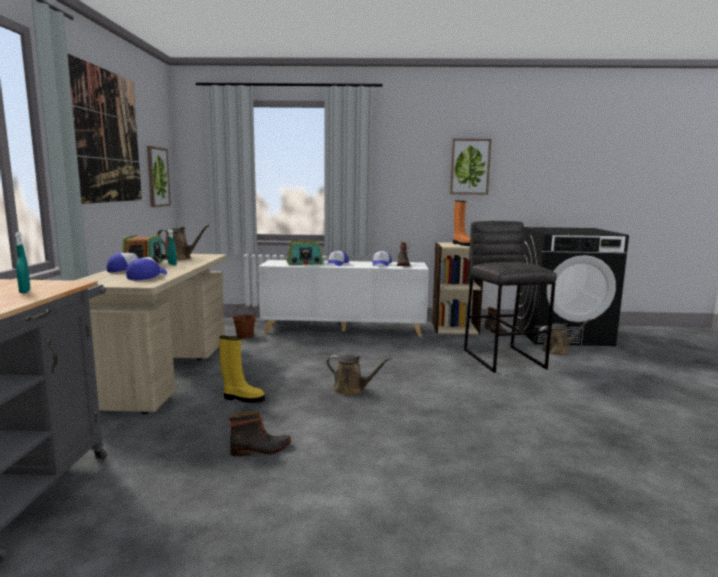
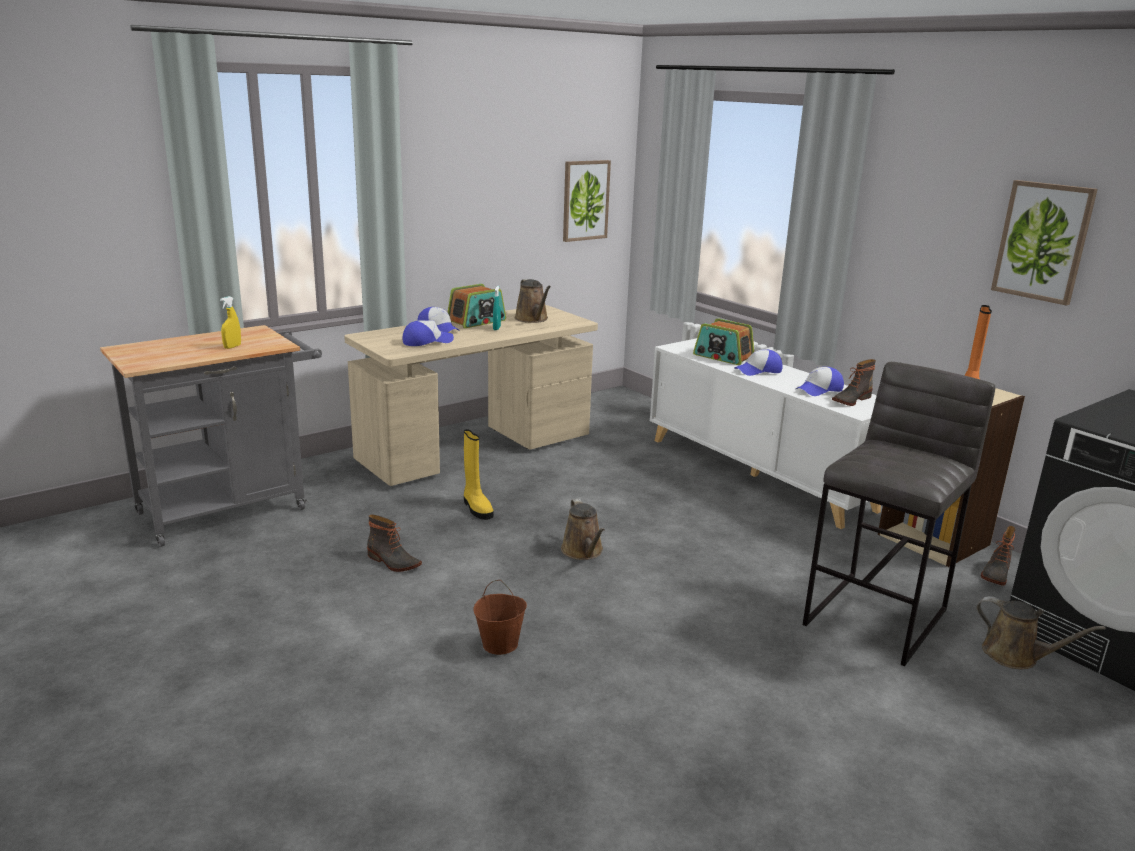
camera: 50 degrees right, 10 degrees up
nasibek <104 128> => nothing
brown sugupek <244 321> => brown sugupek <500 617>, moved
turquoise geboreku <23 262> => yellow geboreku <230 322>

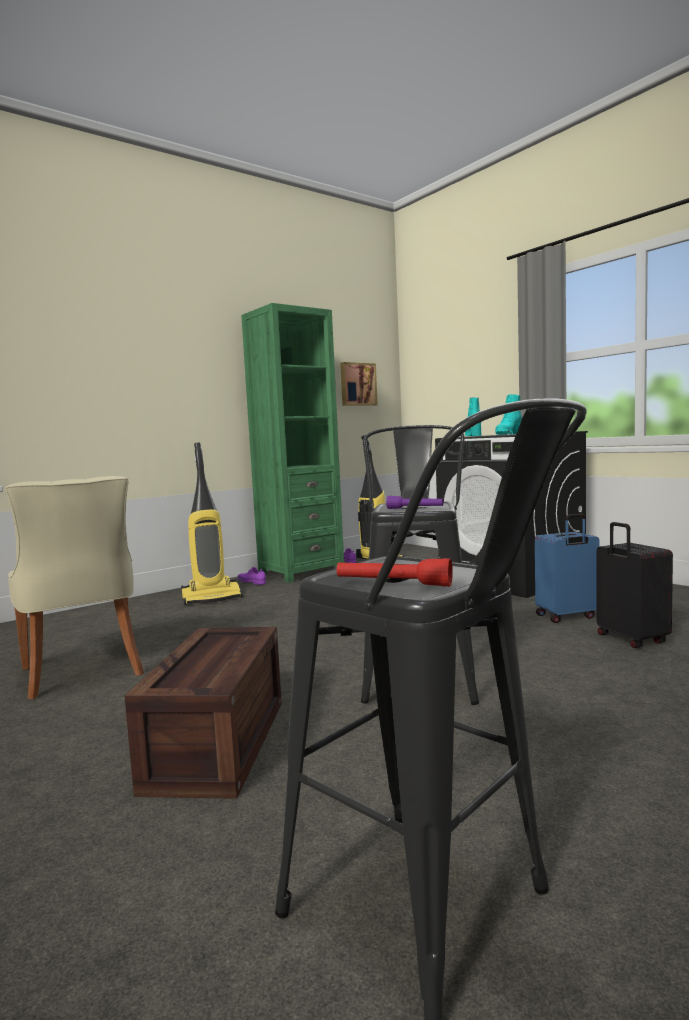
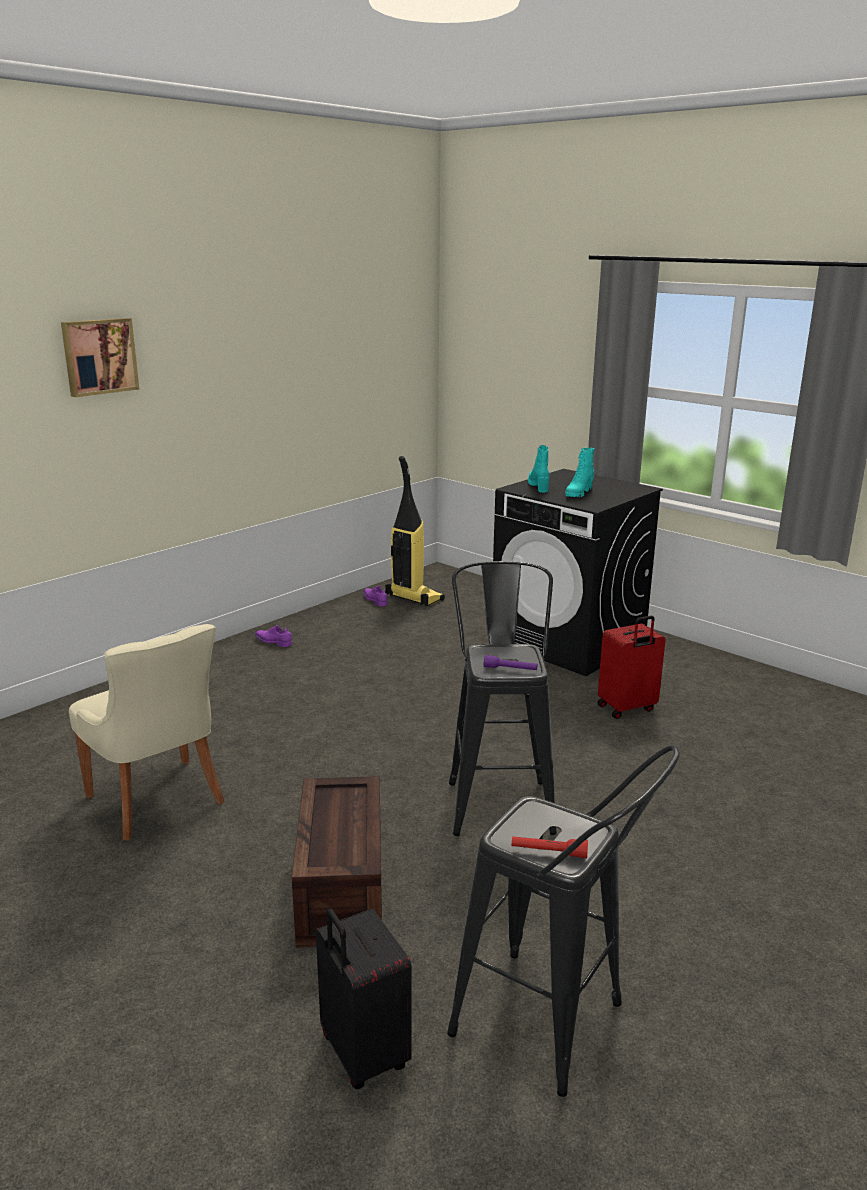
camera: 10 degrees left, 15 degrees up
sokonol <212 524> => nothing
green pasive <292 443> => nothing
nasibek <359 384> => nasibek <100 357>, moved
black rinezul <635 585> => black rinezul <364 998>, moved
blue rinezul <567 568> => red rinezul <631 667>

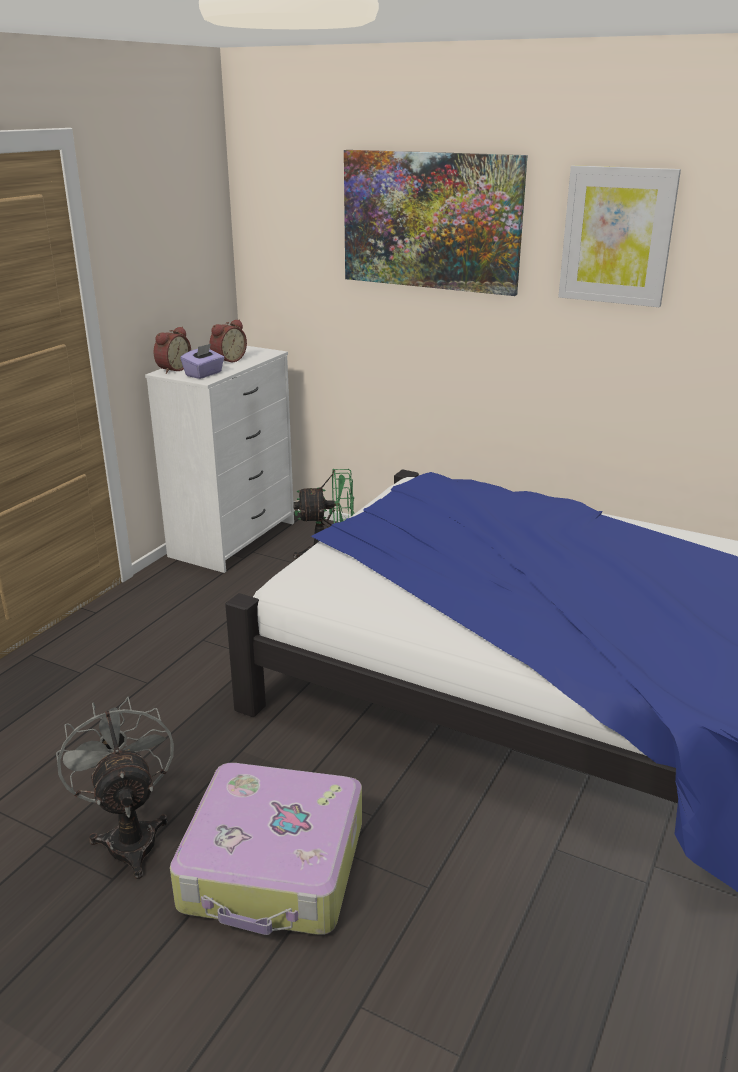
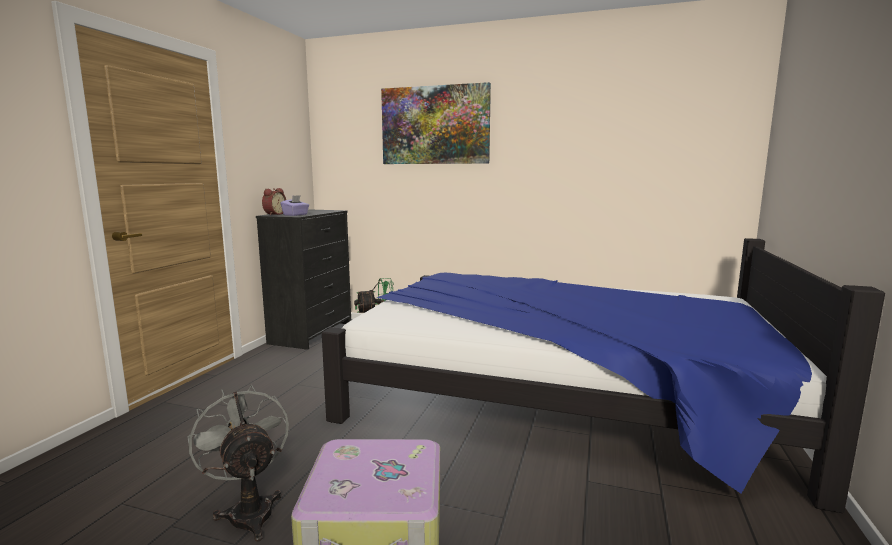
camera: 10 degrees left, 15 degrees down
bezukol <228 340> => nothing
nasibek <619 236> => nothing
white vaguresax <219 459> => black vaguresax <303 280>

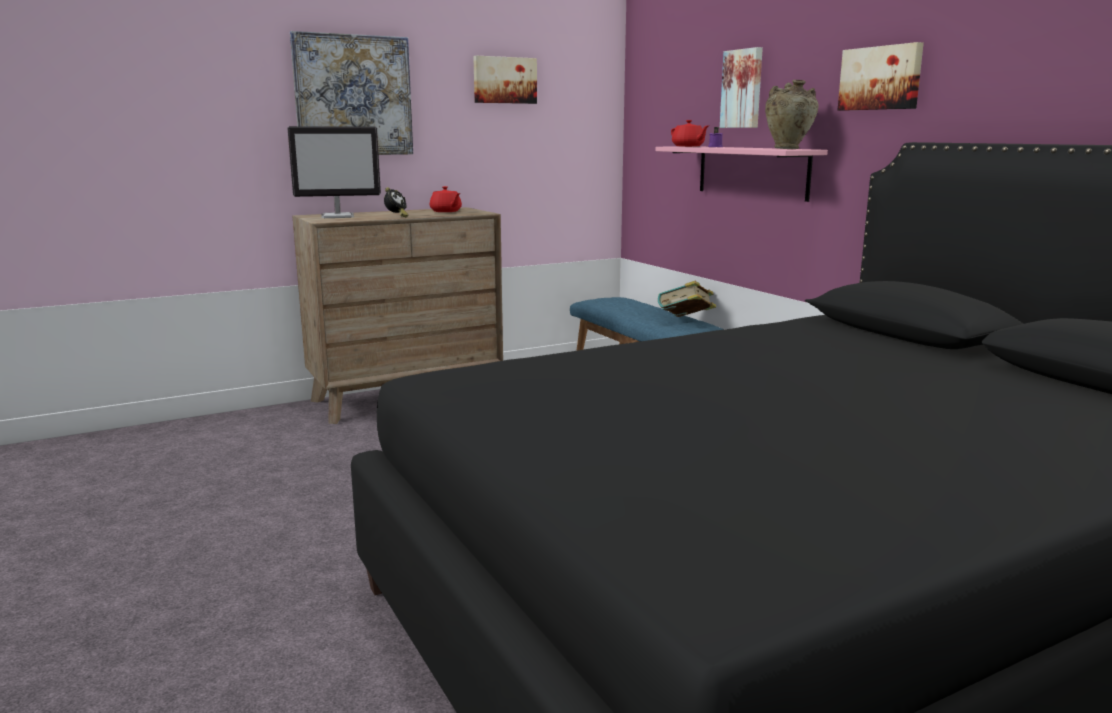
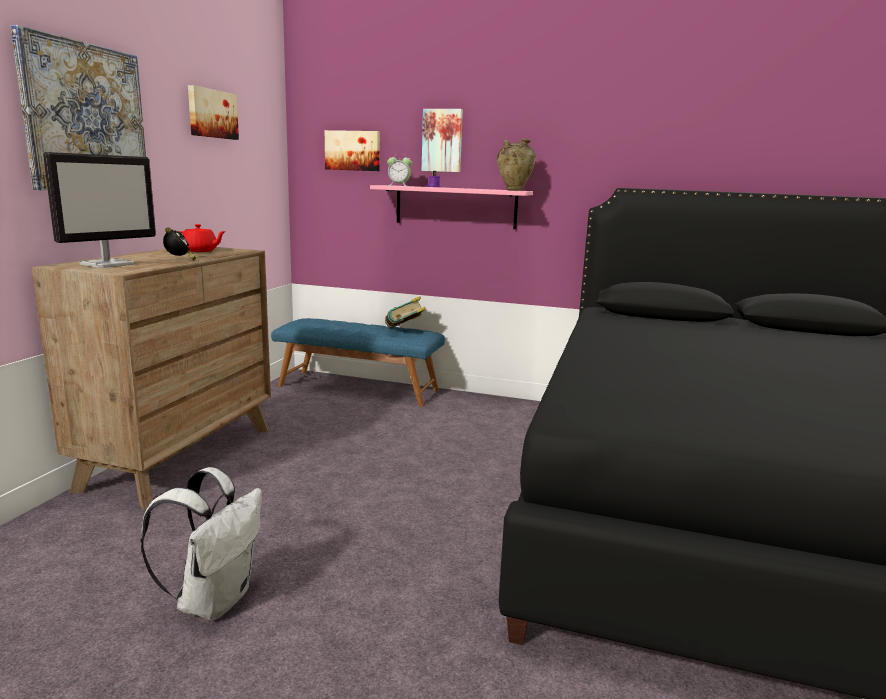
camera: 45 degrees left, 0 degrees up
nothing => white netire <201 543>
nasibek <881 76> => nasibek <352 150>, moved
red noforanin <690 133> => bezukol <399 169>

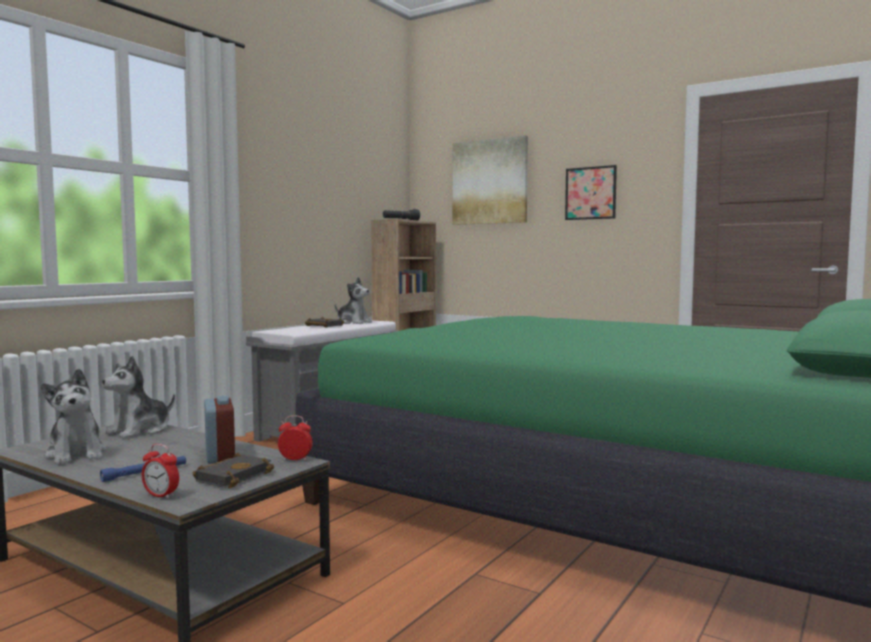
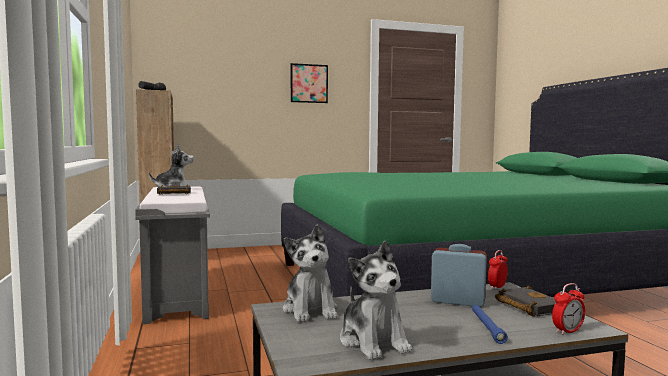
camera: 50 degrees left, 0 degrees up
nasibek <490 180> => nothing
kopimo <73 417> => kopimo <376 300>, 60 degrees clockwise

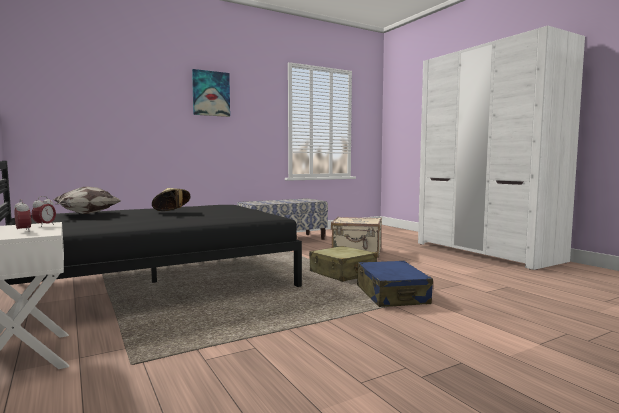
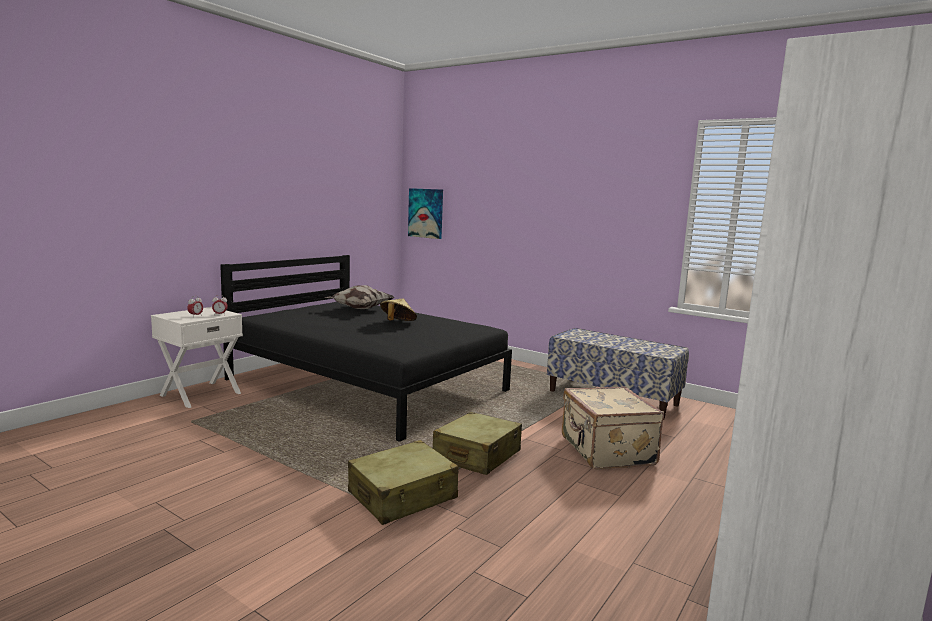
camera: 65 degrees right, 5 degrees up
nasibek <211 93> => nasibek <425 213>, moved
blue rinezul <395 284> => beige rinezul <403 482>

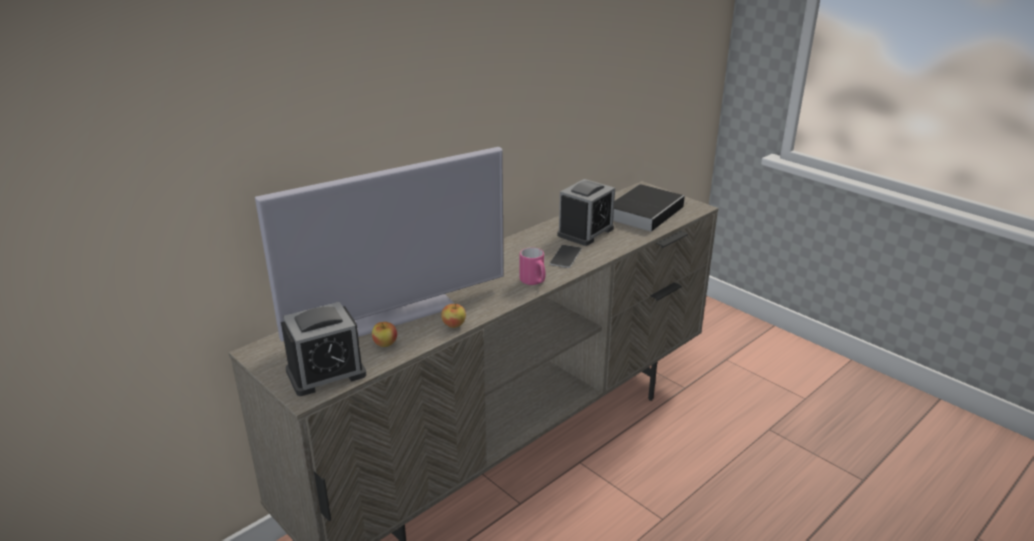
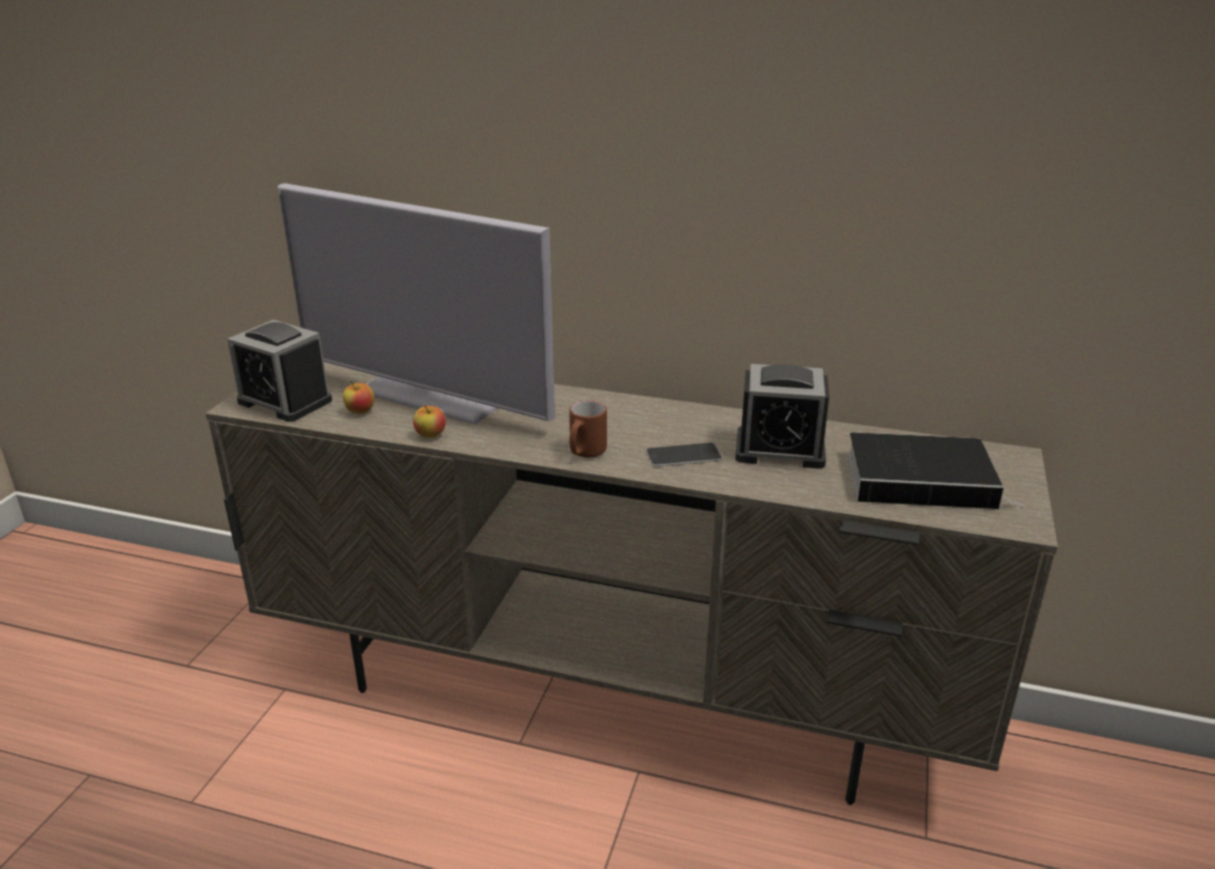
camera: 60 degrees right, 0 degrees up
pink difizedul <533 266> => brown difizedul <588 429>

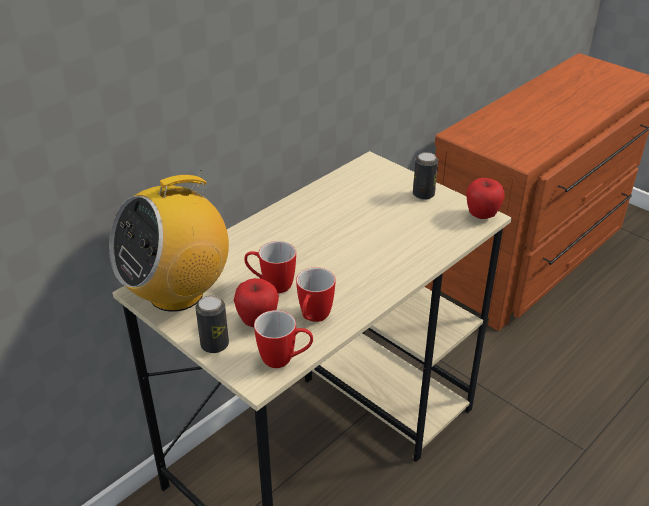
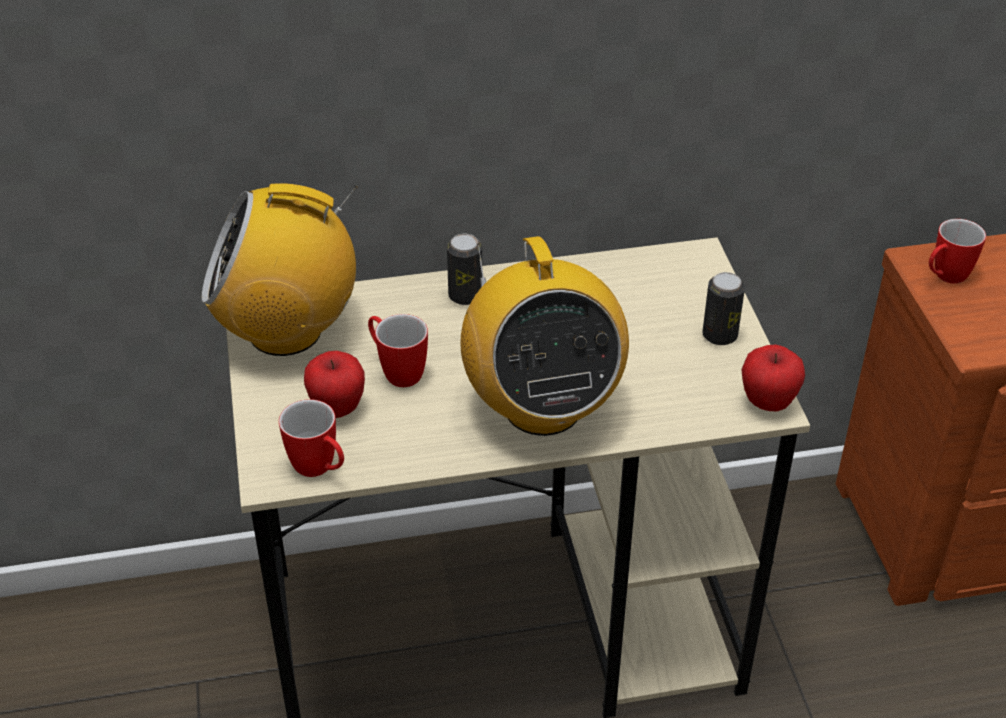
camera: 35 degrees right, 5 degrees up
nothing => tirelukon <545 336>
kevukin <212 324> => kevukin <464 269>, moved
difizedul <315 294> => difizedul <957 251>, moved

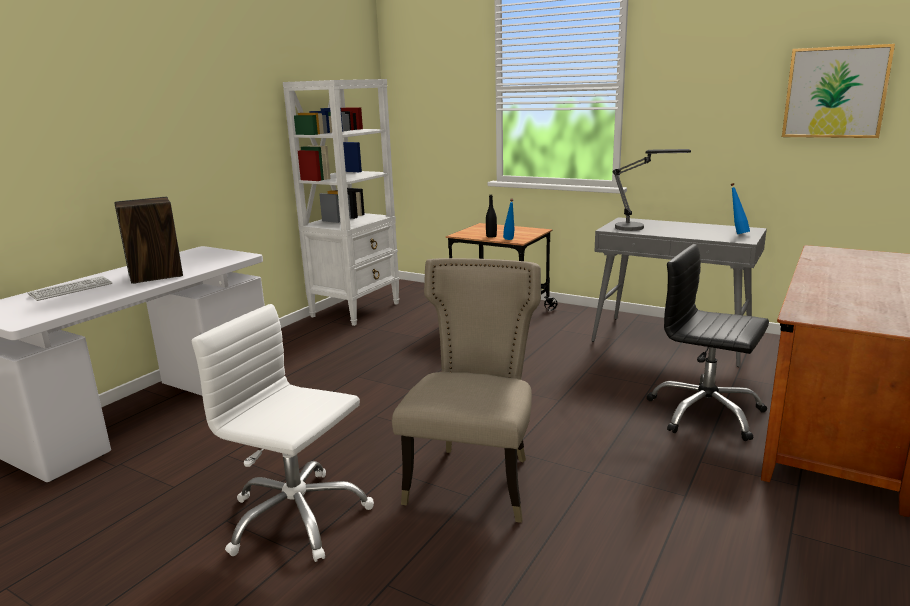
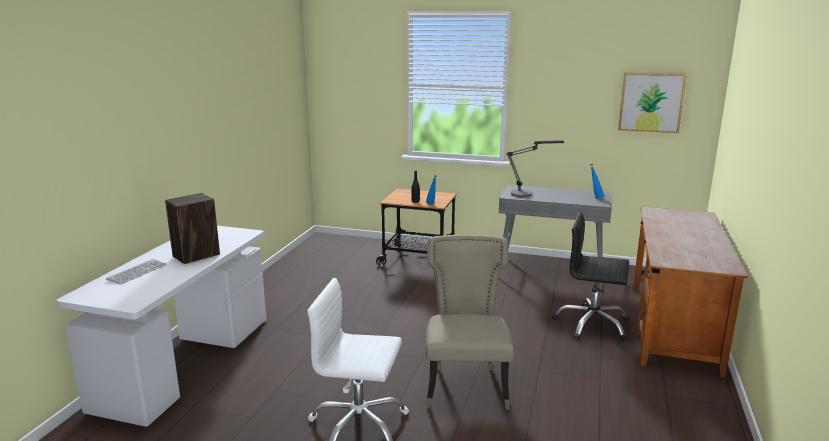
camera: 15 degrees left, 0 degrees up
white pasive <341 202> => nothing

